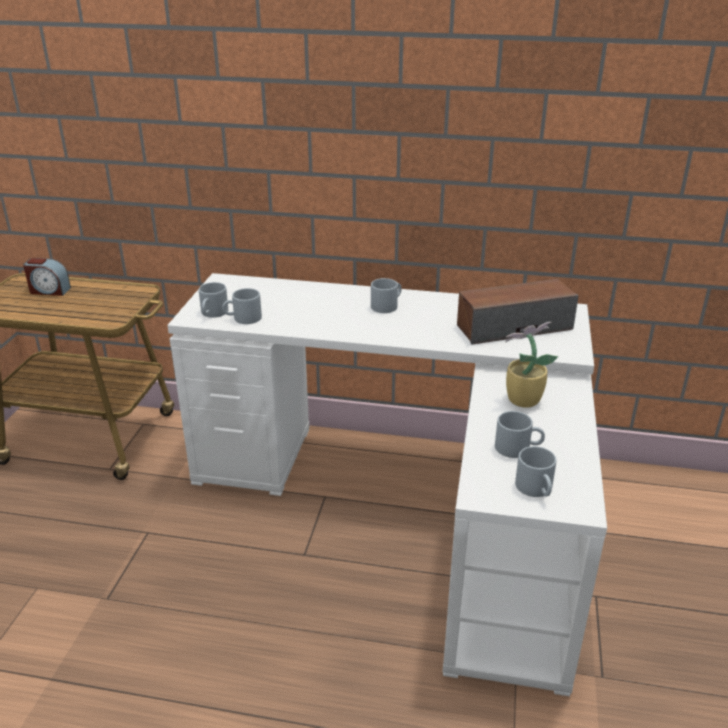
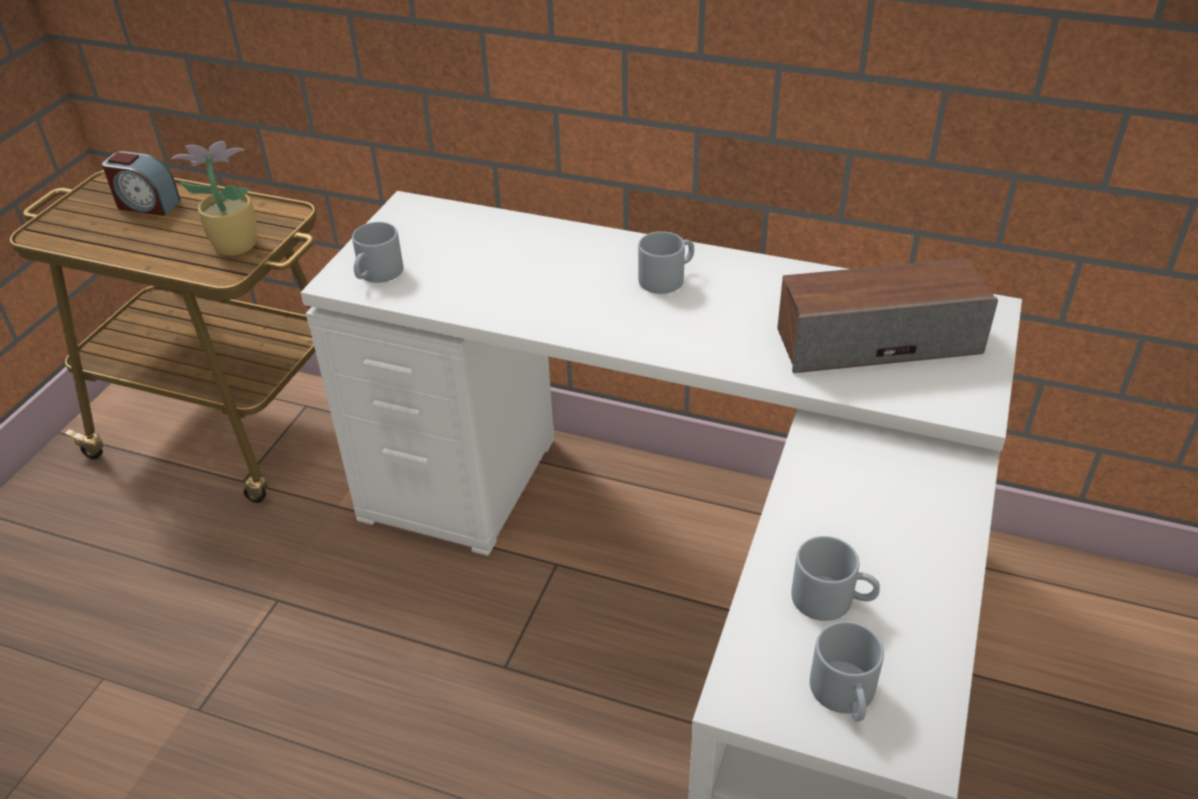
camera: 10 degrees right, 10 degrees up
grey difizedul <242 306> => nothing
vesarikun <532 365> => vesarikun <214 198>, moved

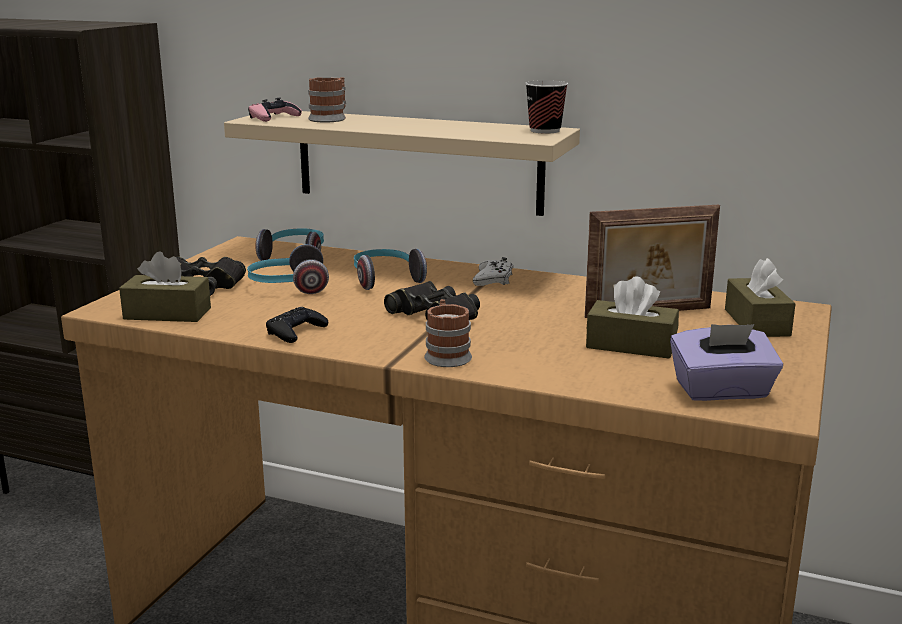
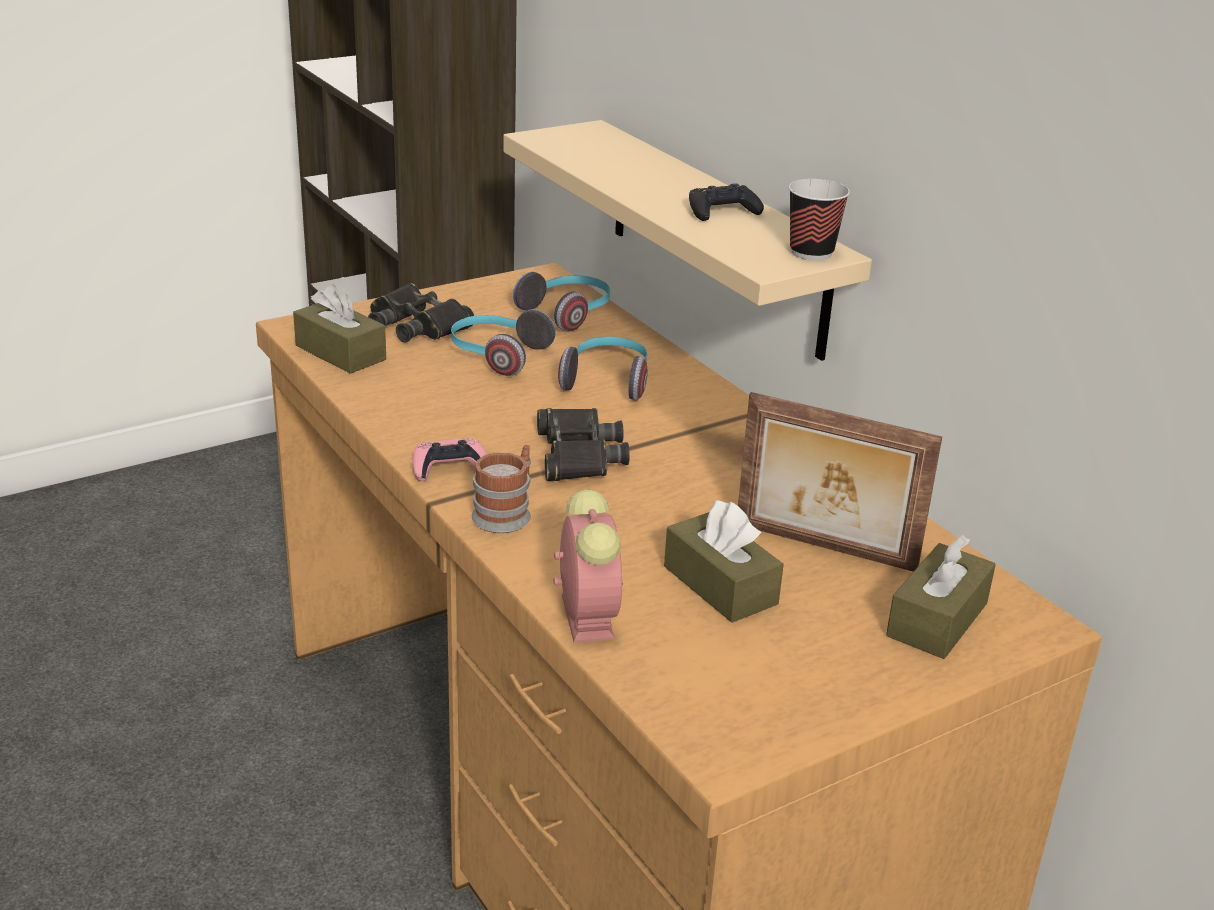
camera: 35 degrees right, 10 degrees up
difizedul <327 99> => nothing
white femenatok <493 271> => nothing
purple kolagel <726 362> => nothing
nothing => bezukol <588 566>
pink femenatok <275 110> => pink femenatok <450 459>, moved
black femenatok <297 325> => black femenatok <726 202>, moved

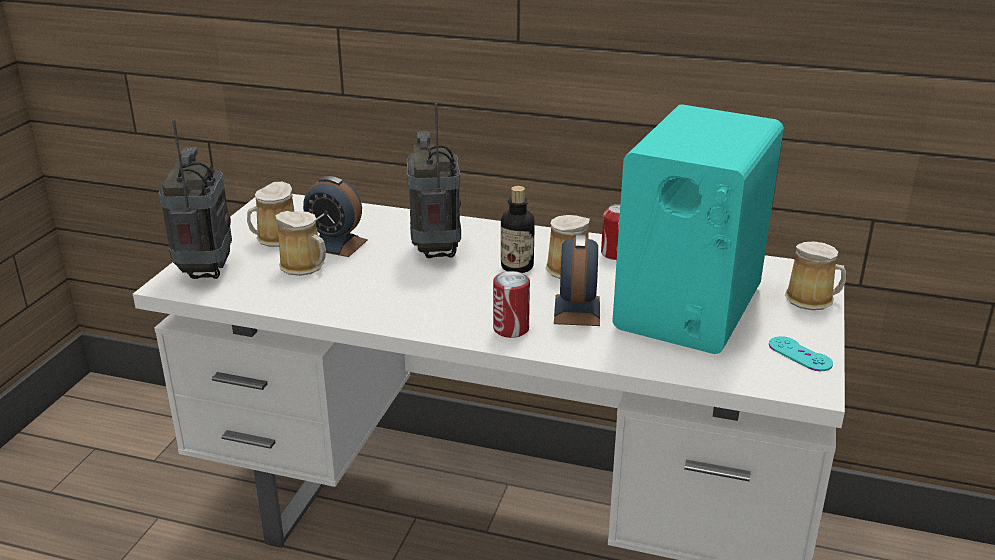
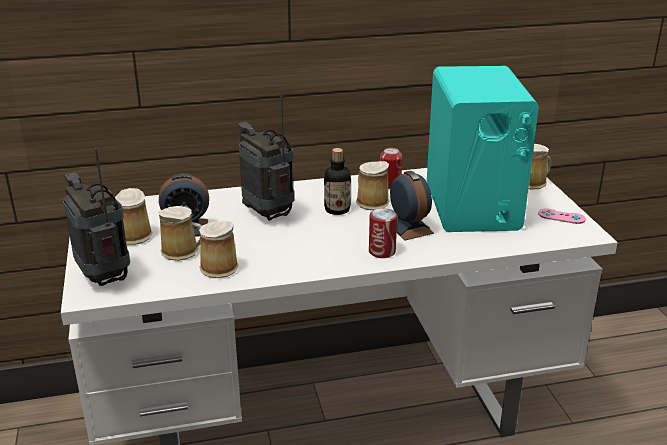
camera: 30 degrees left, 0 degrees up
nothing => difizedul <219 249>
turquoise femenatok <801 353> => pink femenatok <562 216>

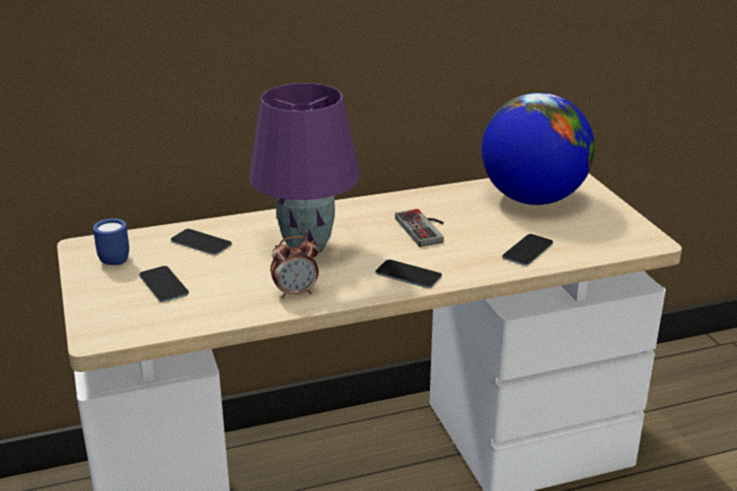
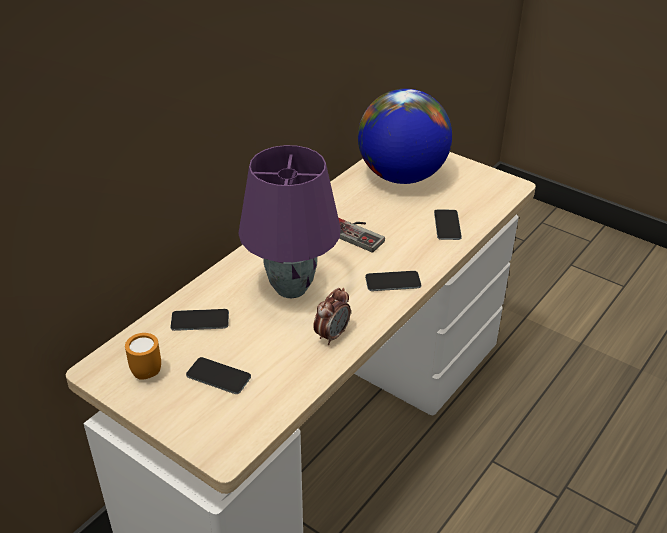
camera: 35 degrees left, 10 degrees up
blue difizedul <111 241> => orange difizedul <143 356>

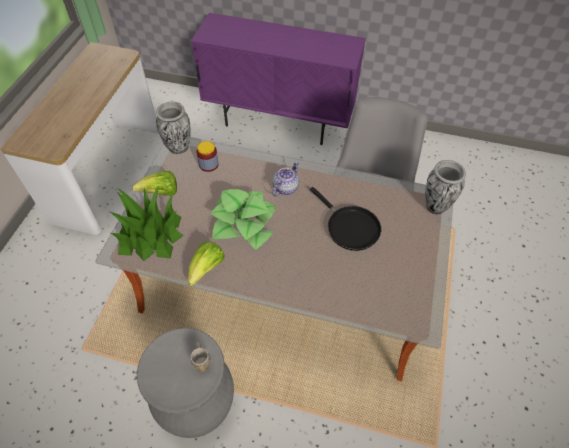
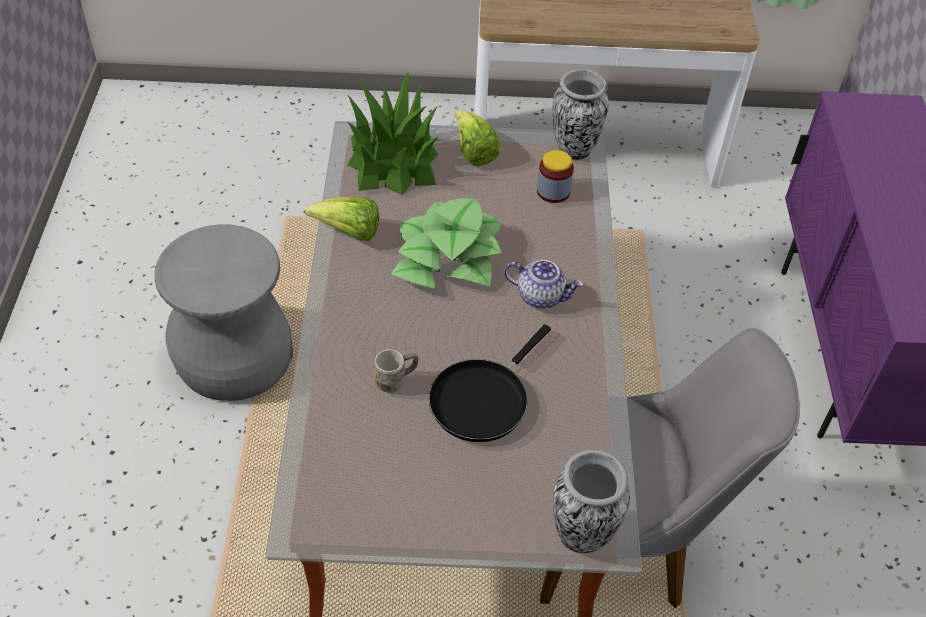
camera: 75 degrees right, 5 degrees down
grey difizedul <201 356> => grey difizedul <395 371>, moved

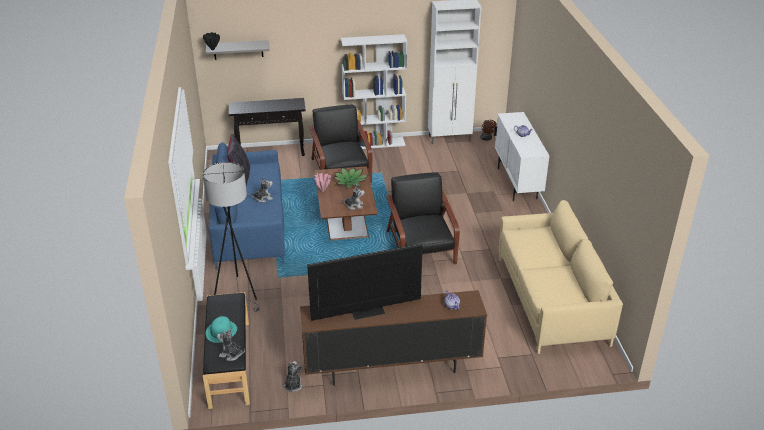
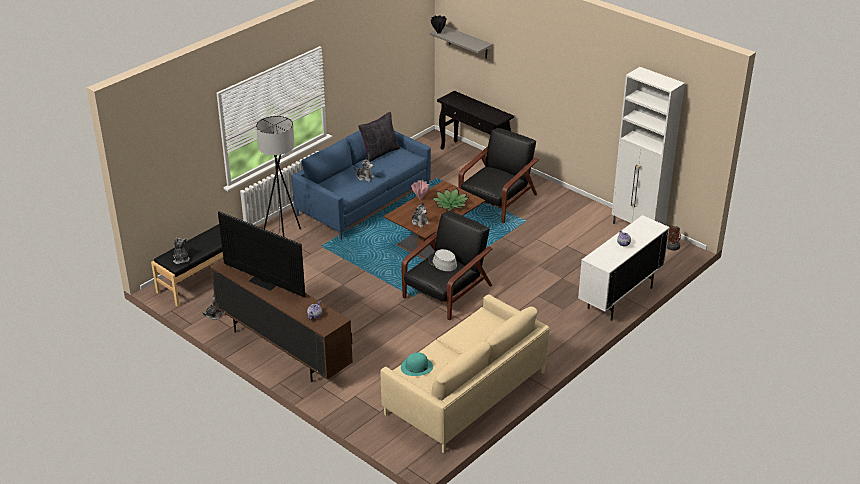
camera: 50 degrees right, 0 degrees up
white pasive <374 91> => nothing
nothing => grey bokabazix <442 260>
turquoise bokabazix <221 329> => turquoise bokabazix <417 364>, moved

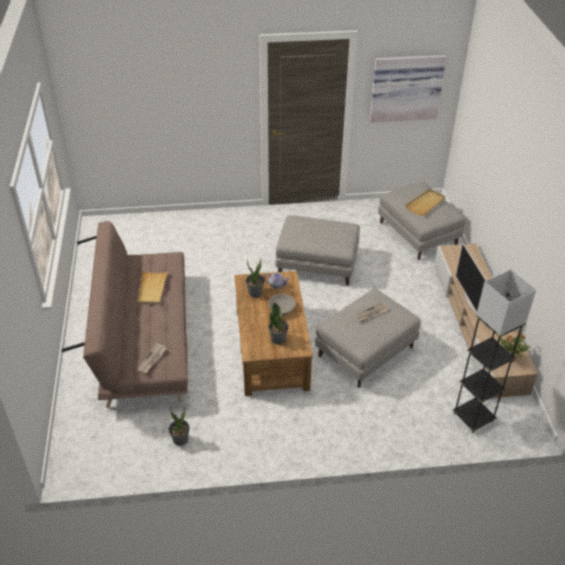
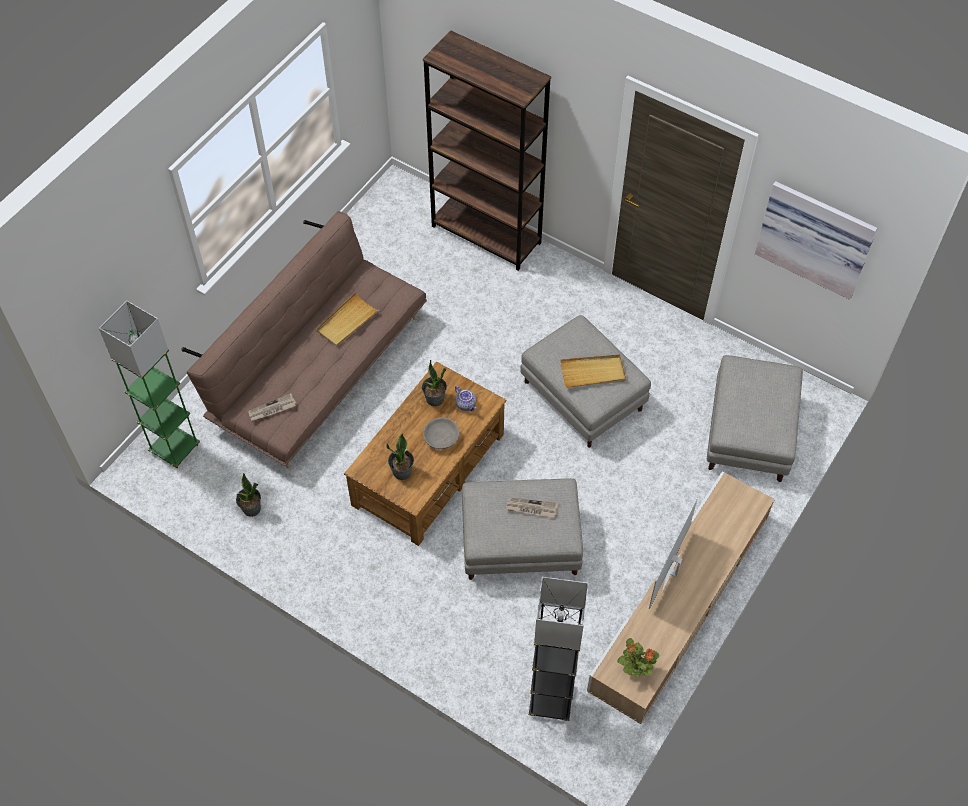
camera: 40 degrees right, 15 degrees up
nothing => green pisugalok <149 384>
nothing => brown pasive <487 150>
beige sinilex <425 202> => beige sinilex <593 371>, moved

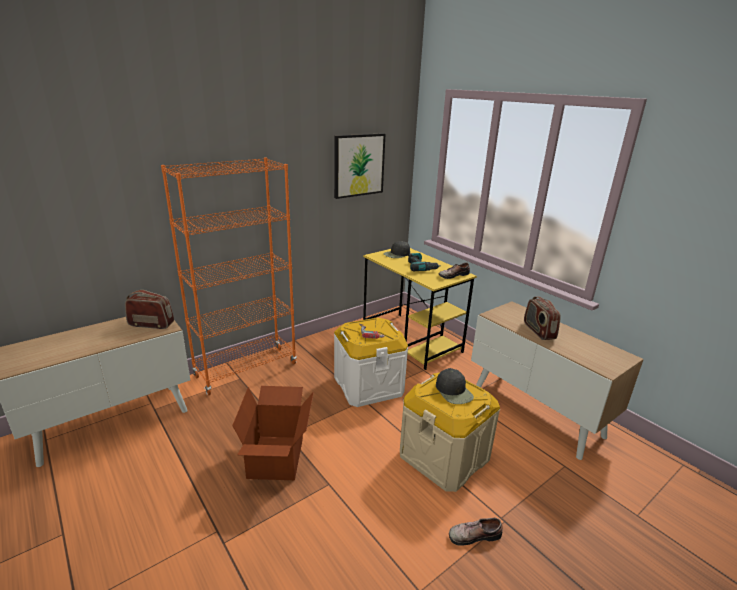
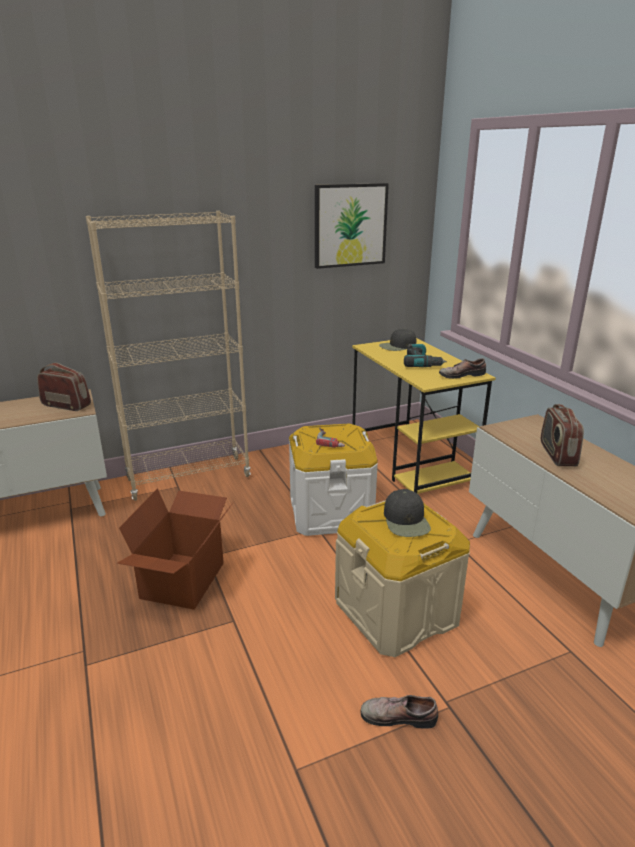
camera: 15 degrees right, 0 degrees up
orange pasive <229 276> => beige pasive <168 356>

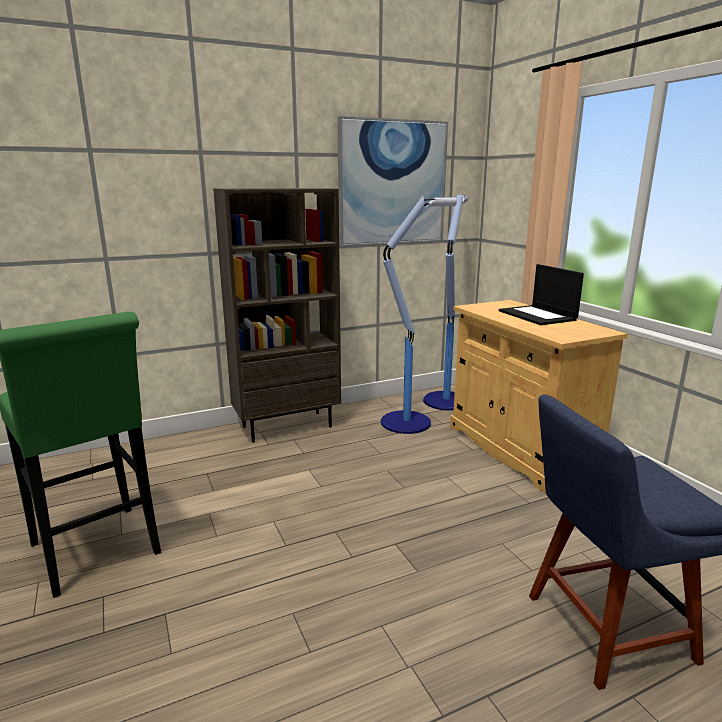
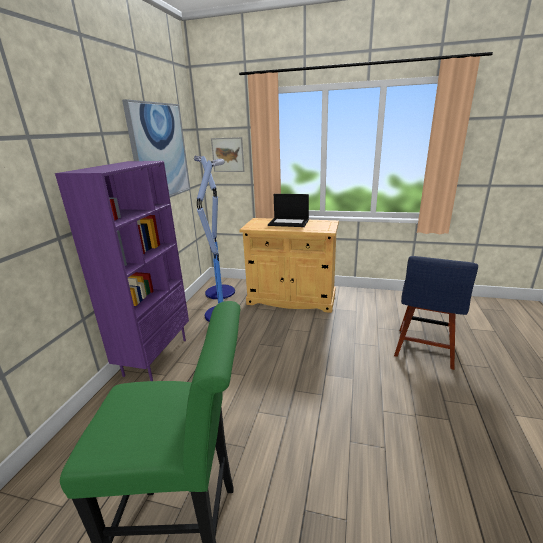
camera: 50 degrees left, 5 degrees up
nothing => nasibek <228 154>
brown pasive <277 315> => purple pasive <122 271>

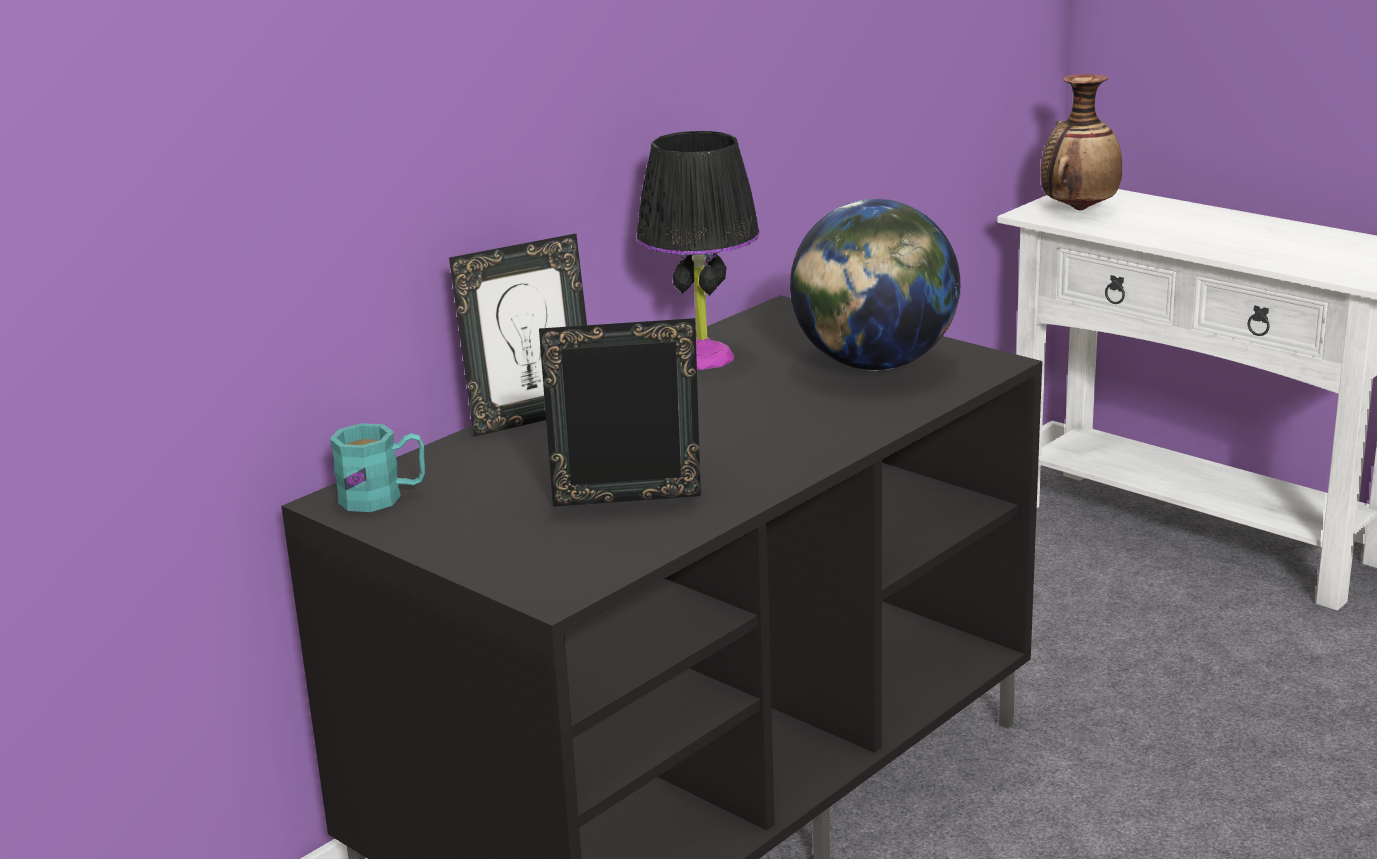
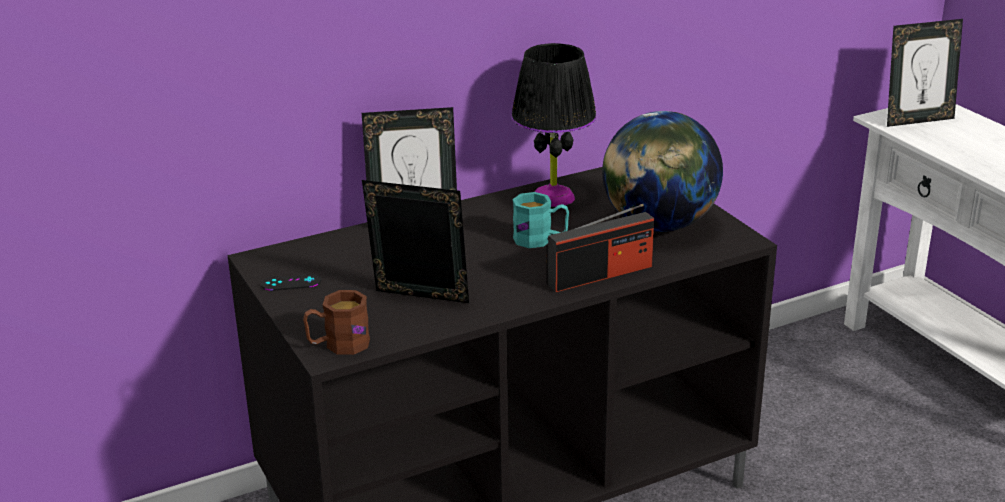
camera: 20 degrees right, 5 degrees up
nothing => black femenatok <291 282>
nothing => brown difizedul <336 322>
nothing => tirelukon <600 248>
turquoise difizedul <377 467> => turquoise difizedul <541 220>, moved
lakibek <1081 142> => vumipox <925 73>

